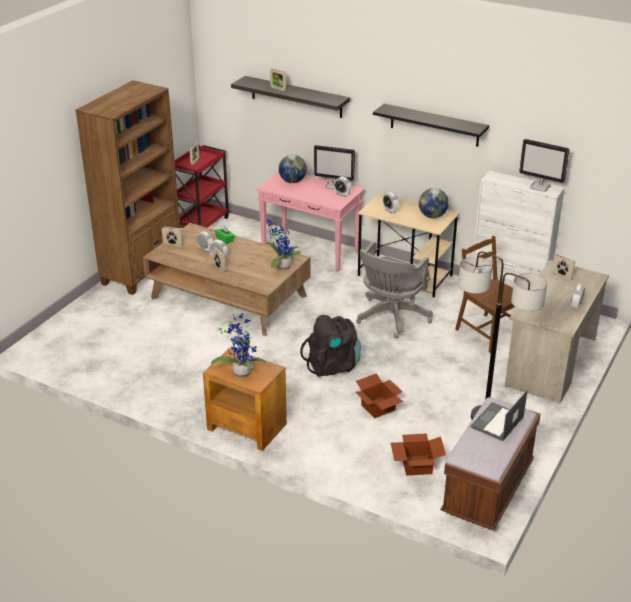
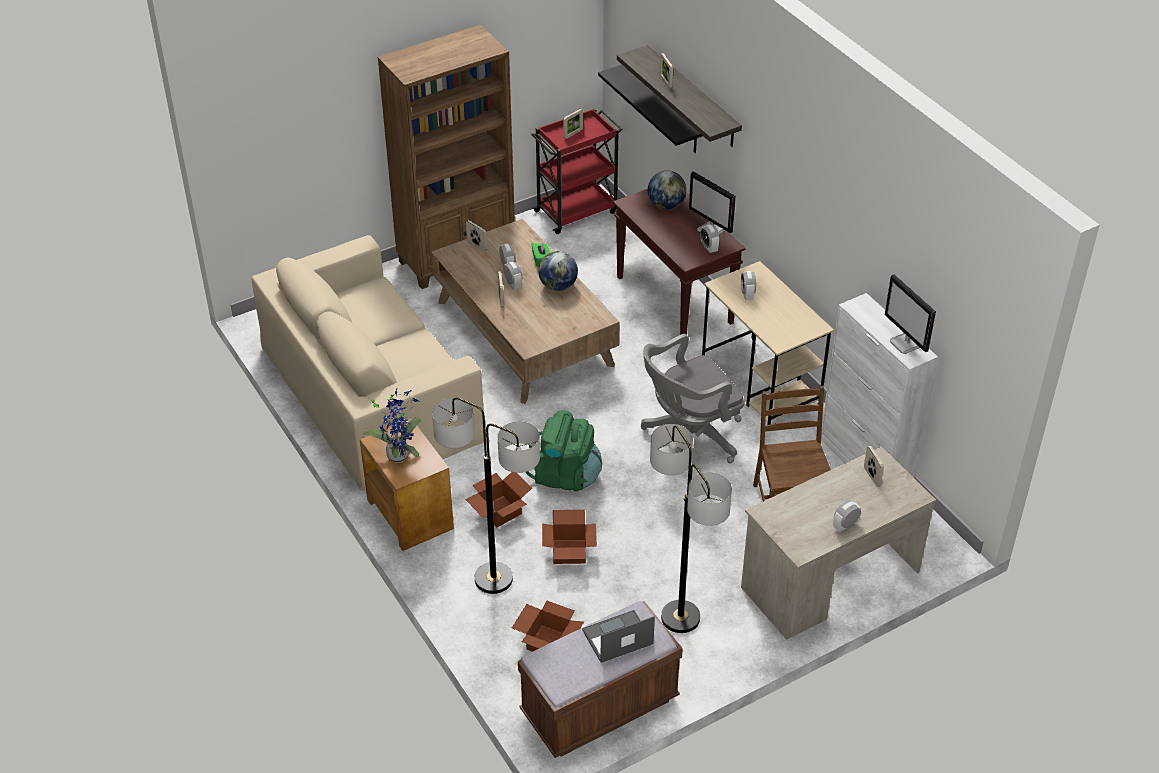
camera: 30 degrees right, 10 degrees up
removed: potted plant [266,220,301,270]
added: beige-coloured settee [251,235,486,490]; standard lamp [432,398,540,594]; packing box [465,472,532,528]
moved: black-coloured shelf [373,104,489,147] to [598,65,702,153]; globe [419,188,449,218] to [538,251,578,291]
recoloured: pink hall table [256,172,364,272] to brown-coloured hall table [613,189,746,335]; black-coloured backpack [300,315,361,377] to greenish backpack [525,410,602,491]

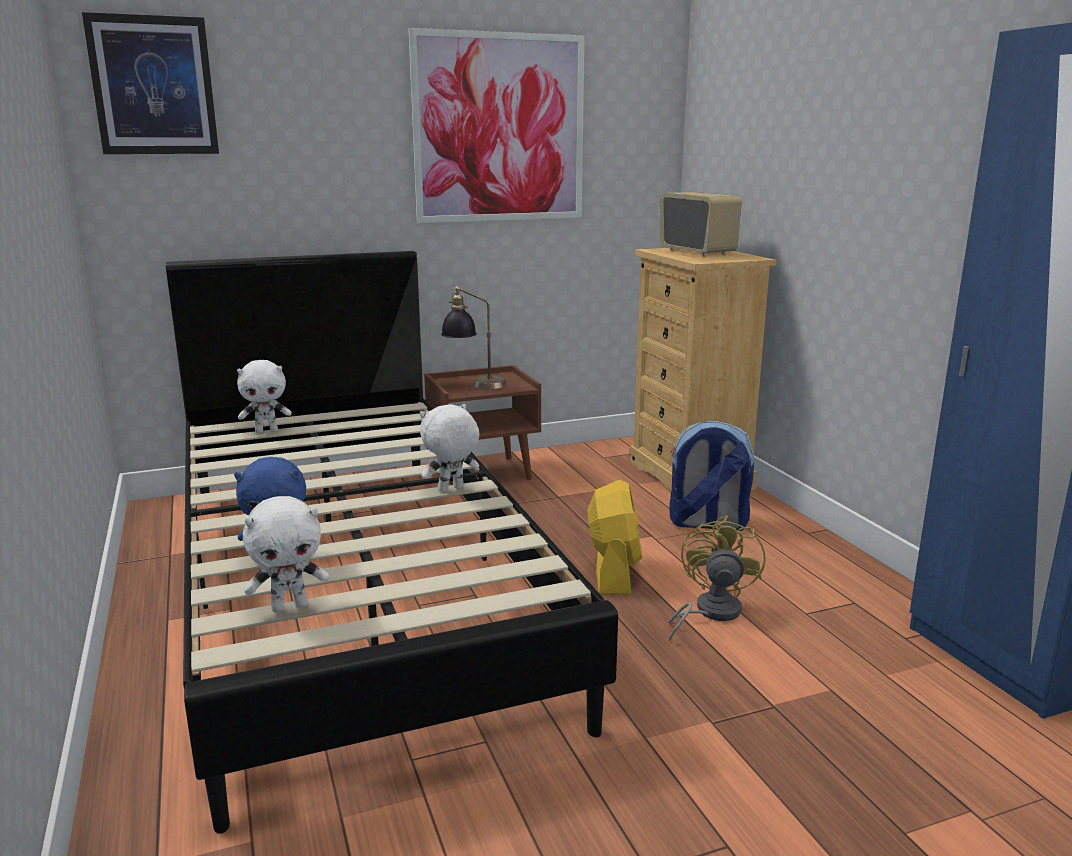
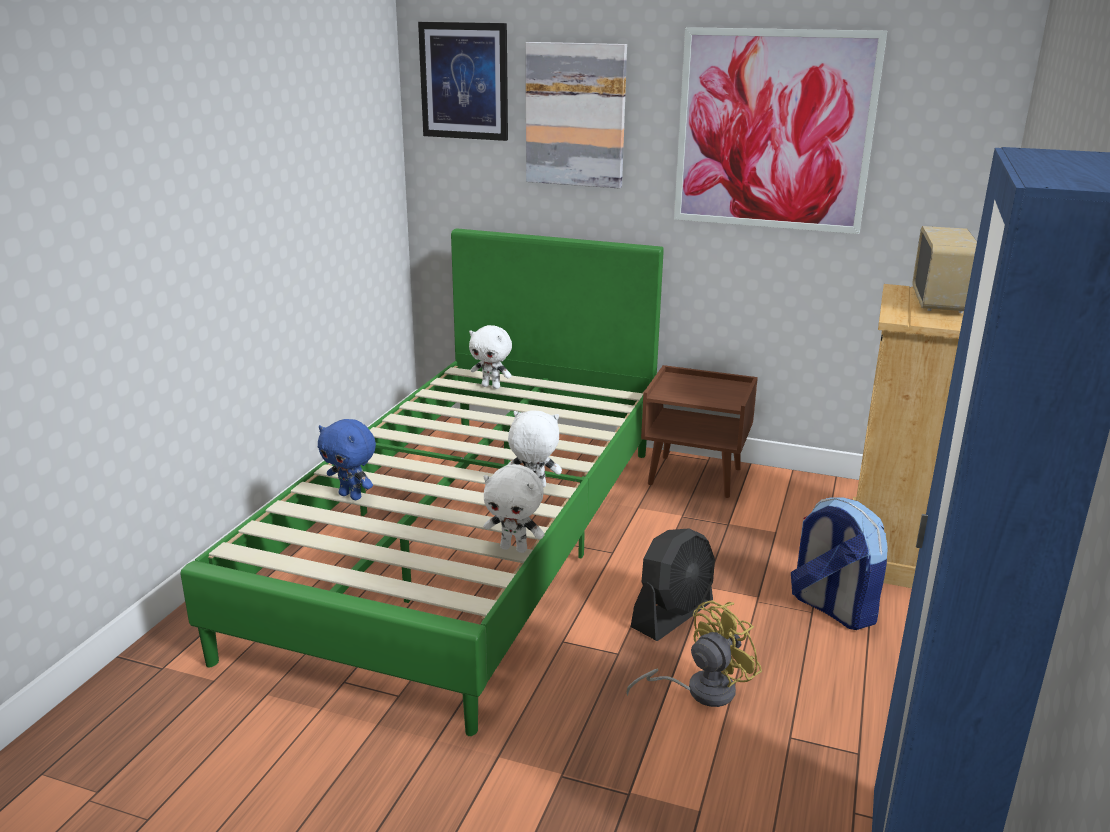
camera: 40 degrees right, 5 degrees up
removed: tabletop lamp [441,286,506,389]
added: wall picture [526,42,627,189]
moved: white-coloured plush toy [243,496,329,613] to [483,464,545,553]
recoloured: black-coloured bed [165,251,618,834] to greenish bed [180,228,664,736]; yellow fan [588,480,642,594] to black-coloured fan [631,529,715,641]

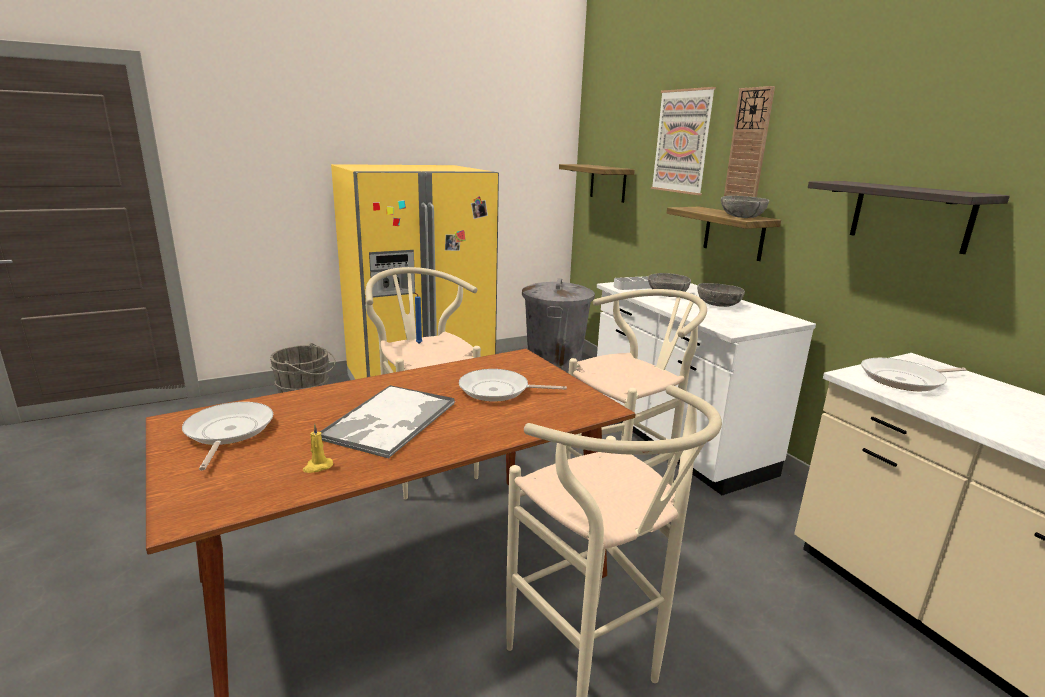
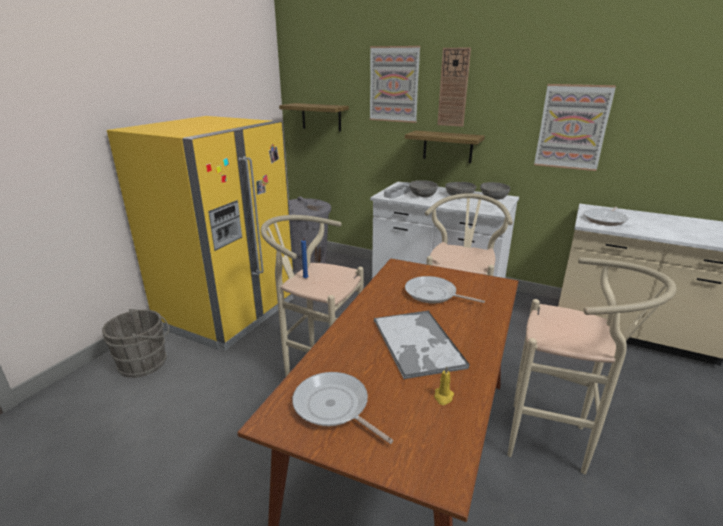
camera: 35 degrees left, 5 degrees up
moved: greyish deep dish [721,196,769,218] to [480,182,510,200]
replaced: shelf [808,181,1010,254] to wall picture [534,84,616,171]
turned: pan [459,369,567,402] = [405,276,485,303] 60 degrees clockwise

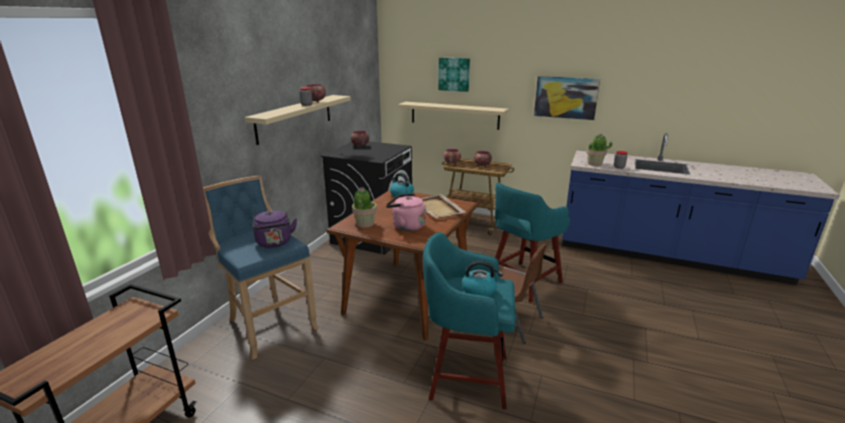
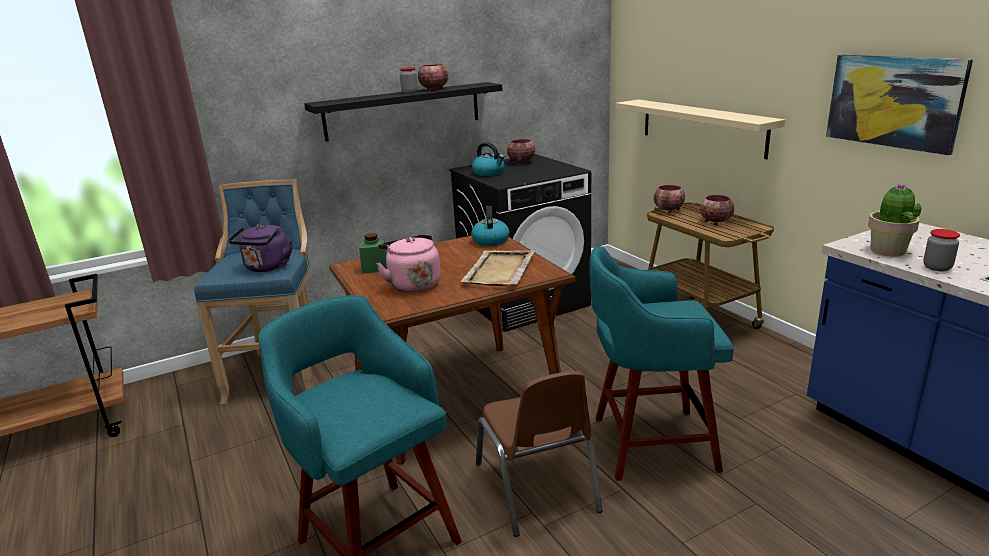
camera: 40 degrees right, 0 degrees up
removed: wall picture [438,57,470,92]
moved: kettle [462,261,503,297] to [472,142,505,176]
replaced: potted plant [352,187,377,228] to greenish storage jar [359,233,387,274]
recoloured: beige-coloured shelf [244,95,351,145] to black-coloured shelf [304,82,502,142]

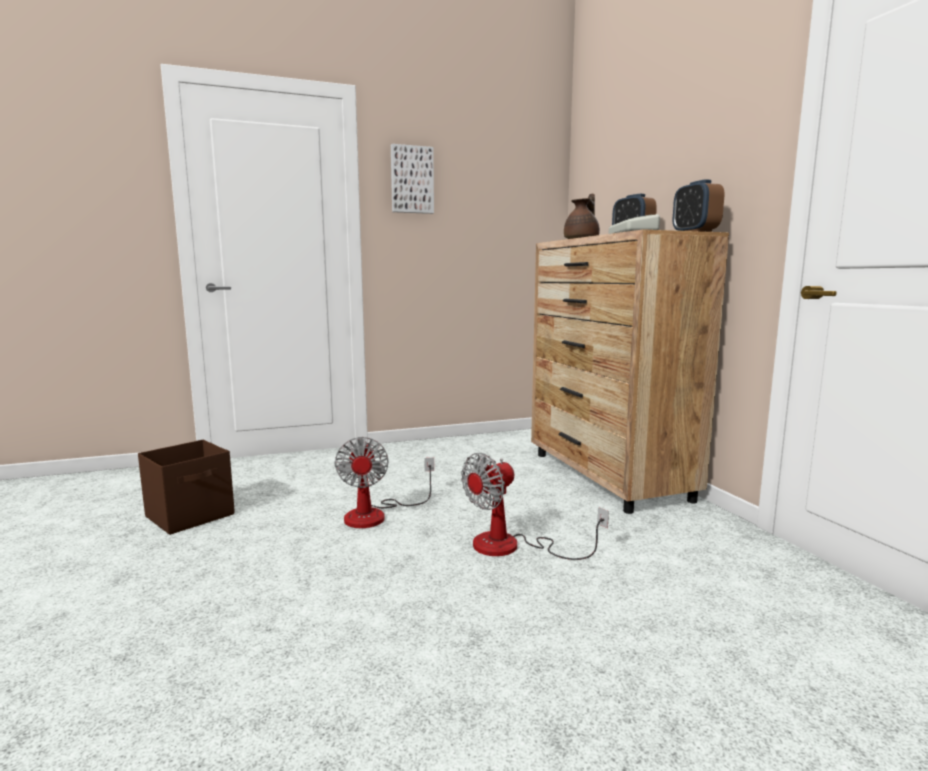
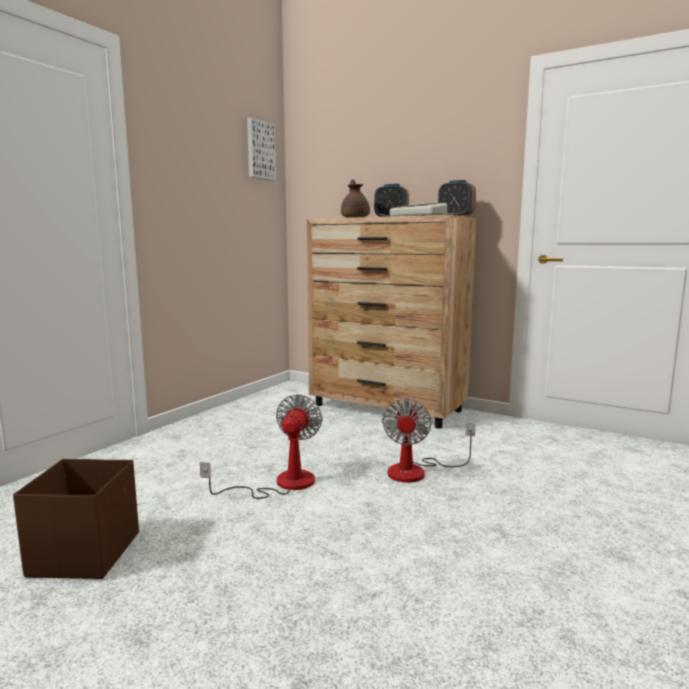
camera: 40 degrees left, 0 degrees up
moved: wall picture [391,144,434,214] to [247,118,276,181]
turned: fan [335,437,434,528] = [200,394,322,499] 120 degrees counterclockwise

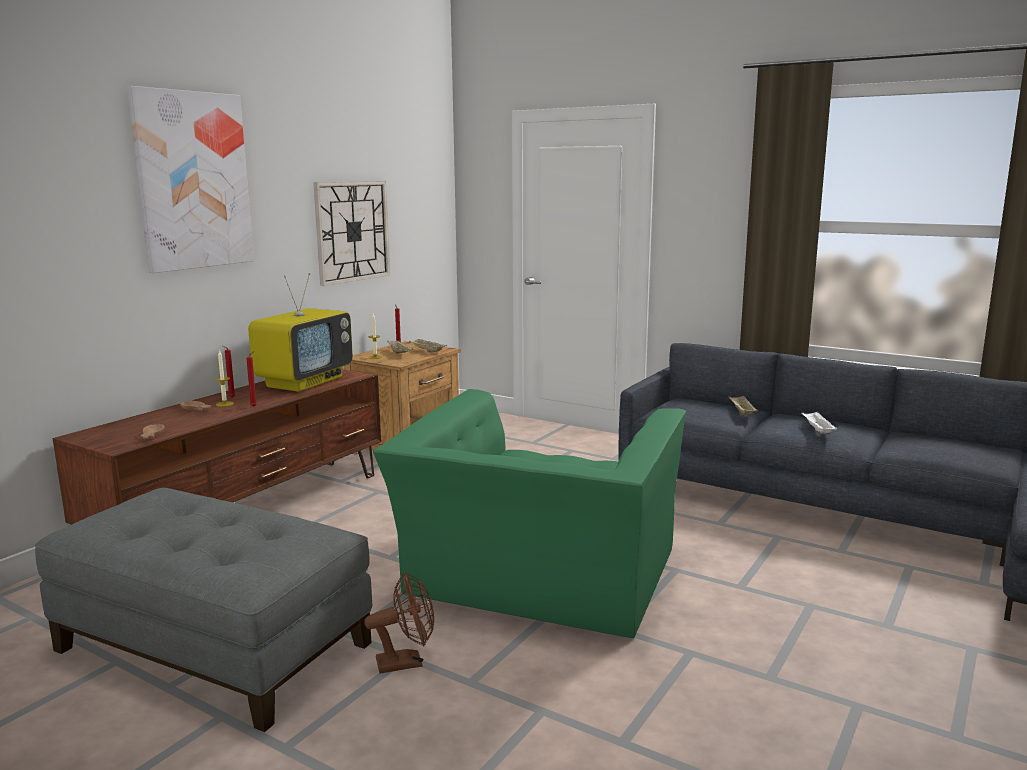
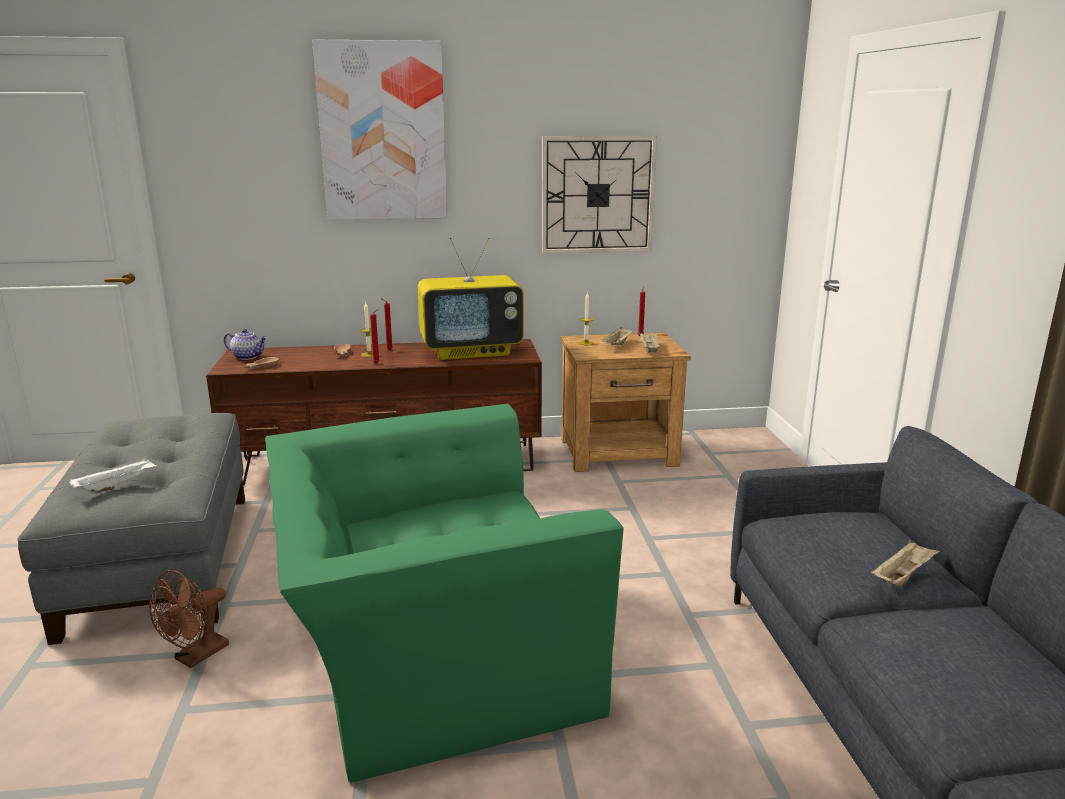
camera: 50 degrees right, 5 degrees up
added: pot for tea [224,329,267,360]
moved: white-coloured carrying tray [801,412,837,433] to [69,458,157,492]
turned: brown-coloured fan [364,572,434,673] = [149,570,229,668] 90 degrees clockwise

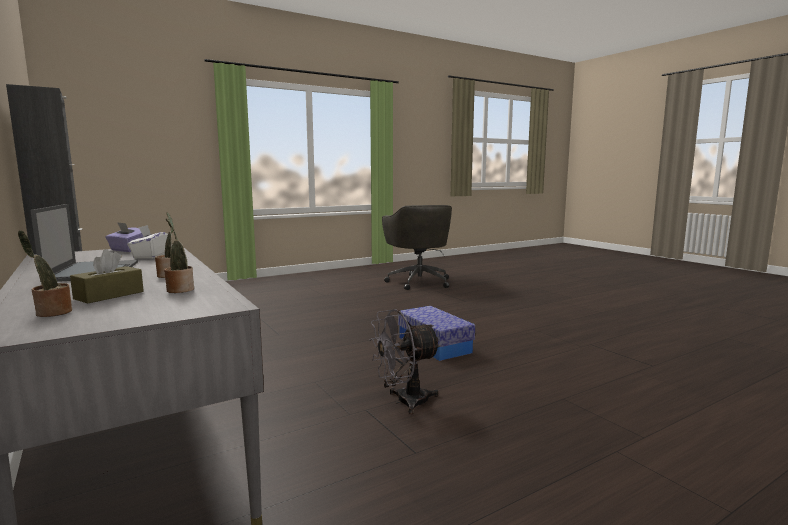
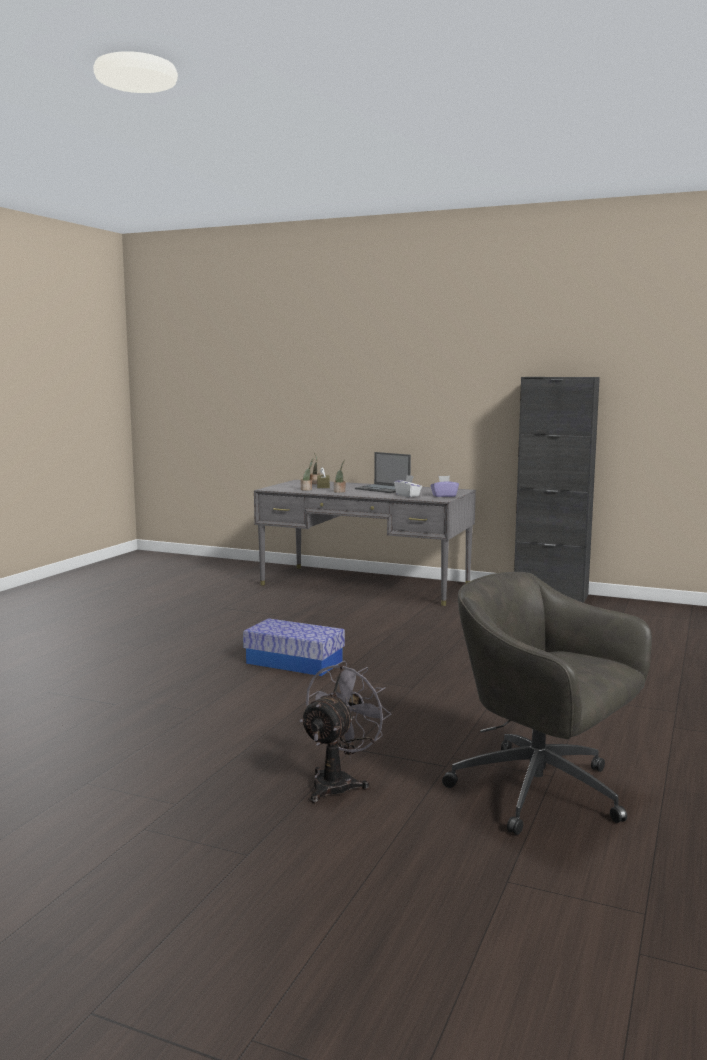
camera: 145 degrees right, 0 degrees up
moved: greyish fan [369,309,441,414] to [300,661,391,803]

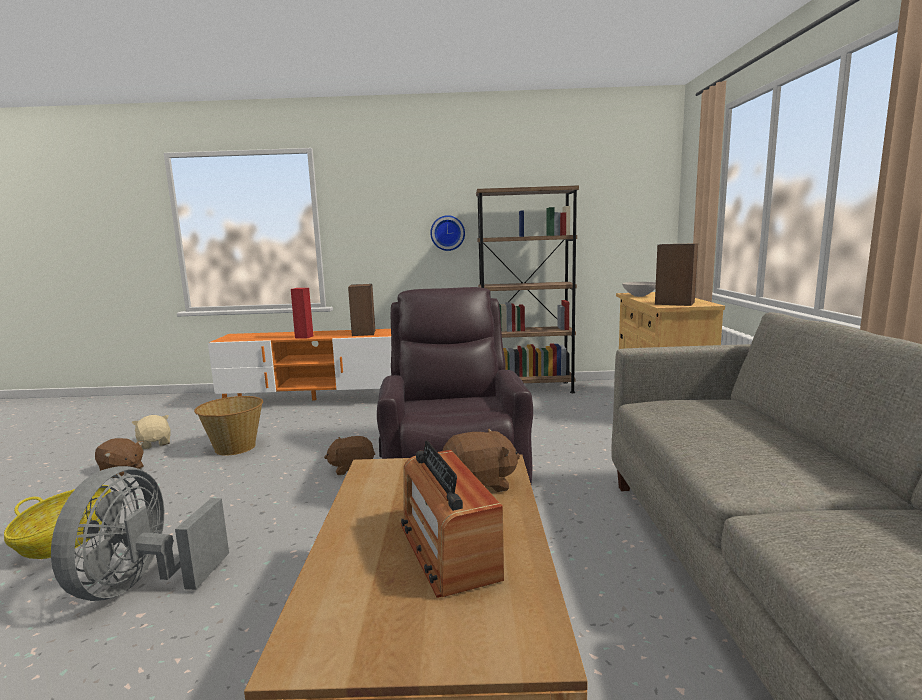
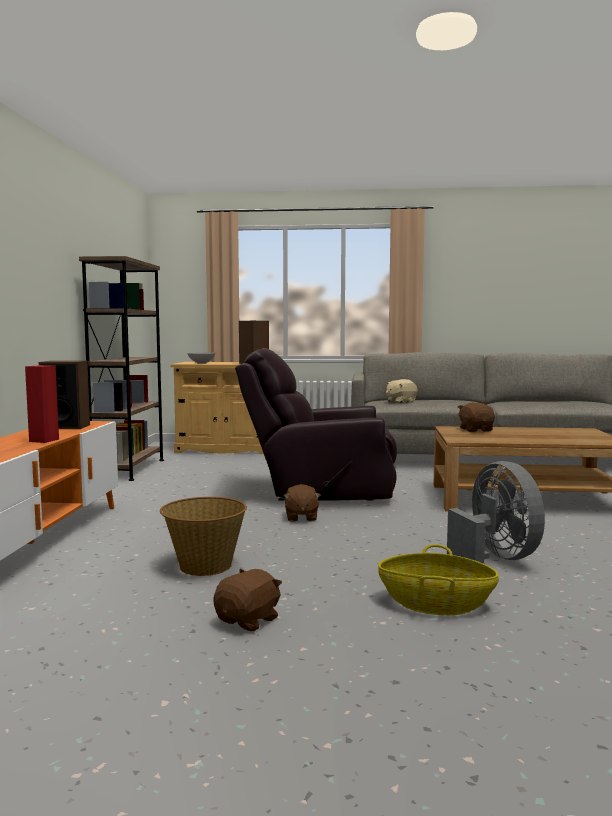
camera: 85 degrees left, 5 degrees down
removed: radio [401,440,504,598]; hanging clock [430,215,465,251]
moved: beige-coloured plush toy [132,415,170,449] to [386,379,417,403]
turned: greyish fan [51,466,229,601] = [447,461,545,564] 120 degrees counterclockwise

